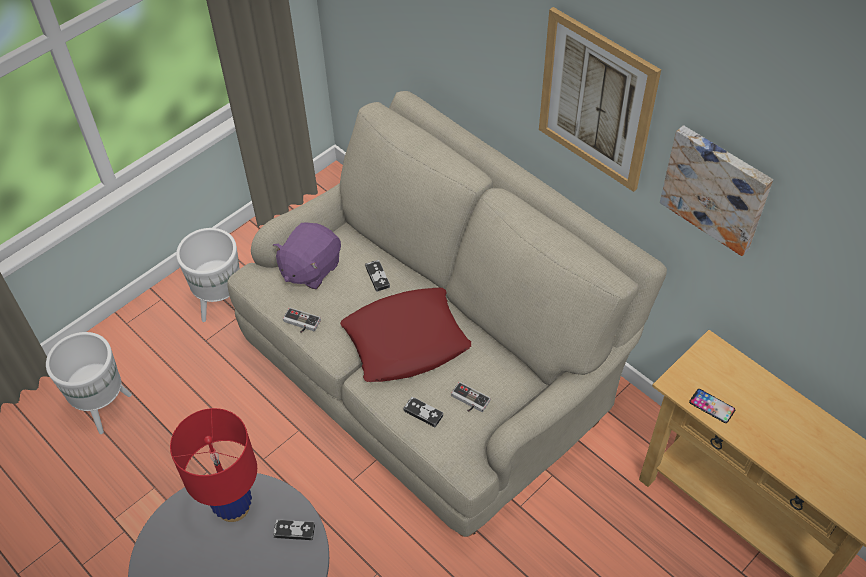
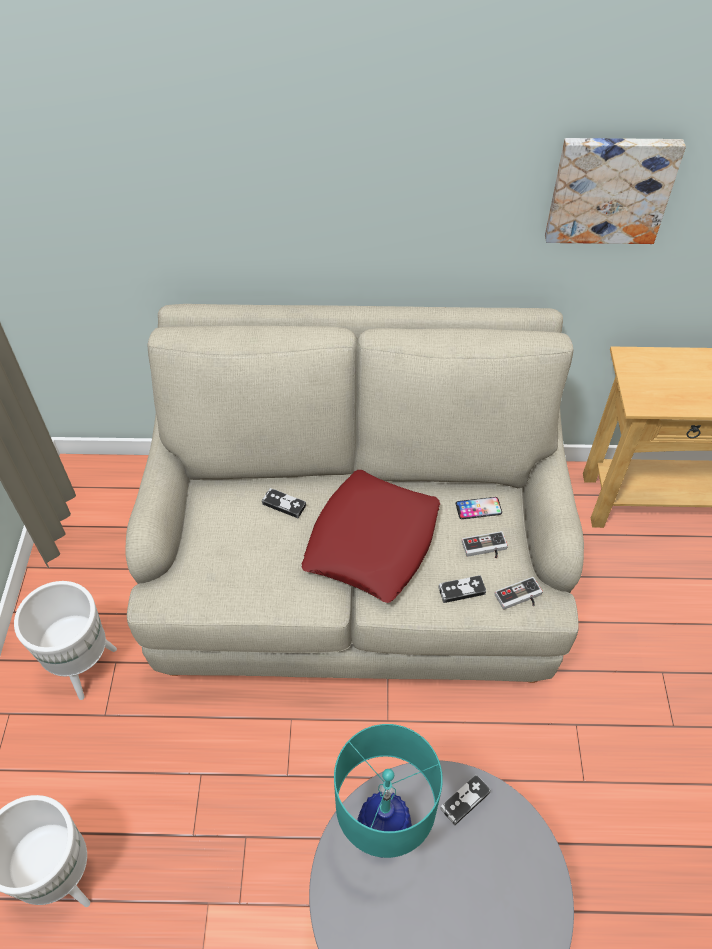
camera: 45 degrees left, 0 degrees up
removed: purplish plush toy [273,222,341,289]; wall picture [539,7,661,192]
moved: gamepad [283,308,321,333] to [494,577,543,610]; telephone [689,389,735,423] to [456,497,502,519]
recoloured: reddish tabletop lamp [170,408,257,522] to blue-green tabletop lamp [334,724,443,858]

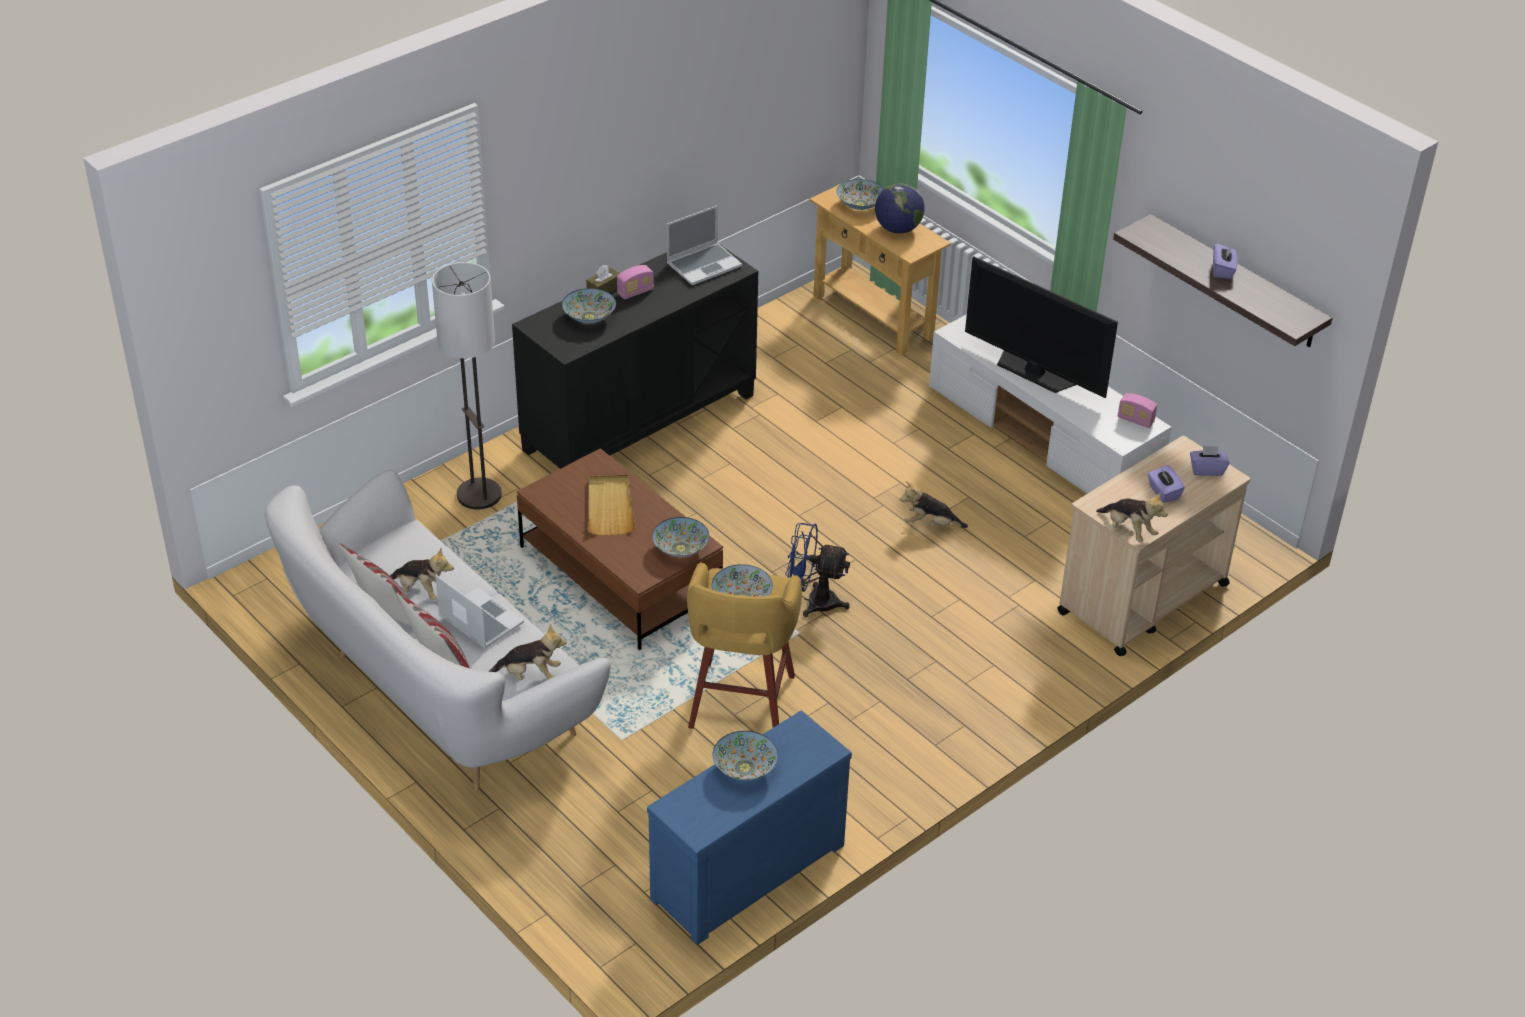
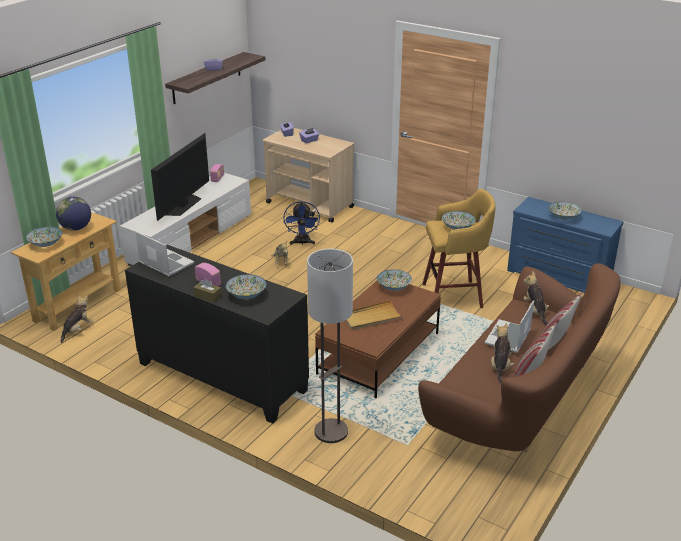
camera: 105 degrees left, 10 degrees down
moved: blue fan [785,523,850,617] to [283,201,320,245]; plush toy [1096,492,1168,542] to [61,295,93,343]
recoloured: white-coloured settee [265,470,610,792] to brown-coloured settee [418,263,621,452]

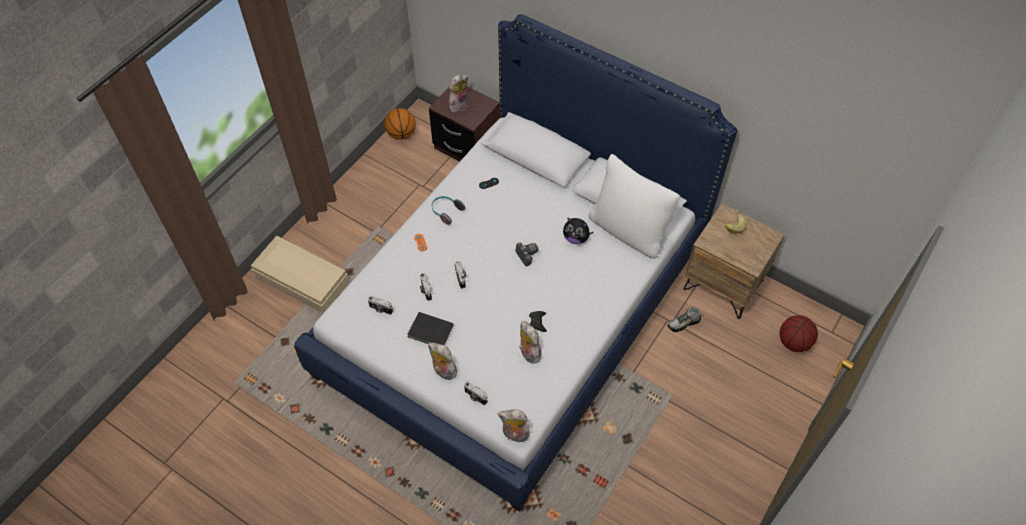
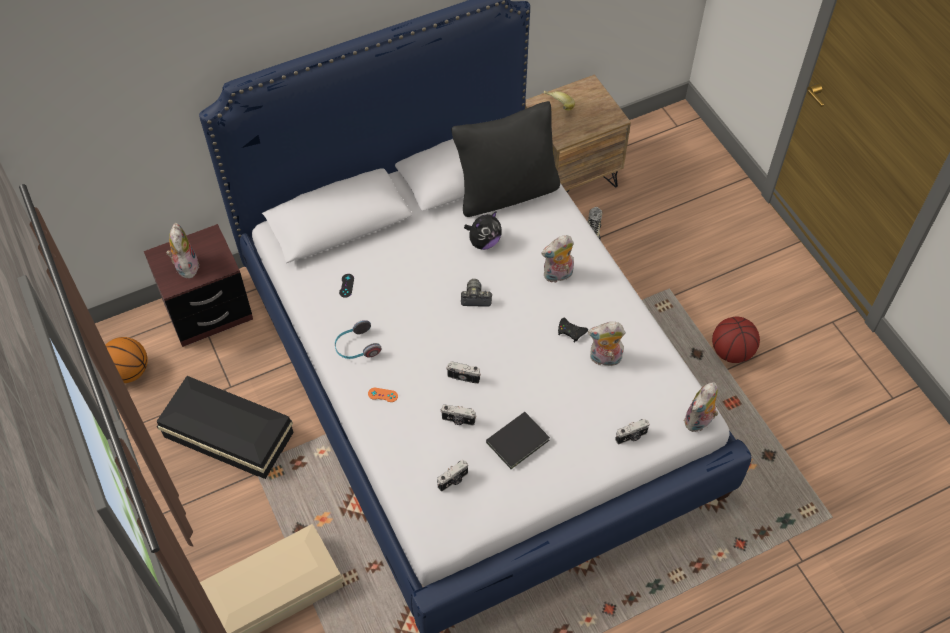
camera: 60 degrees left, 0 degrees up
added: black-coloured storage box [157,376,293,479]
moved: plush toy [428,342,457,380] to [541,235,574,283]; basketball [779,315,818,352] to [712,317,760,363]
recoloured: white-coloured cushion [589,154,680,259] to black-coloured cushion [451,101,560,217]

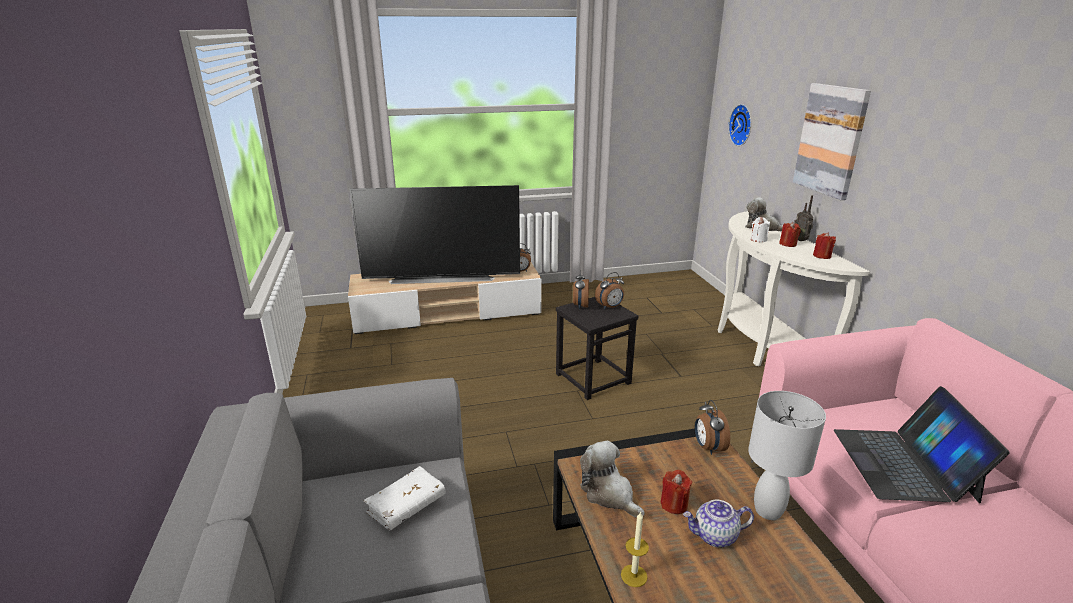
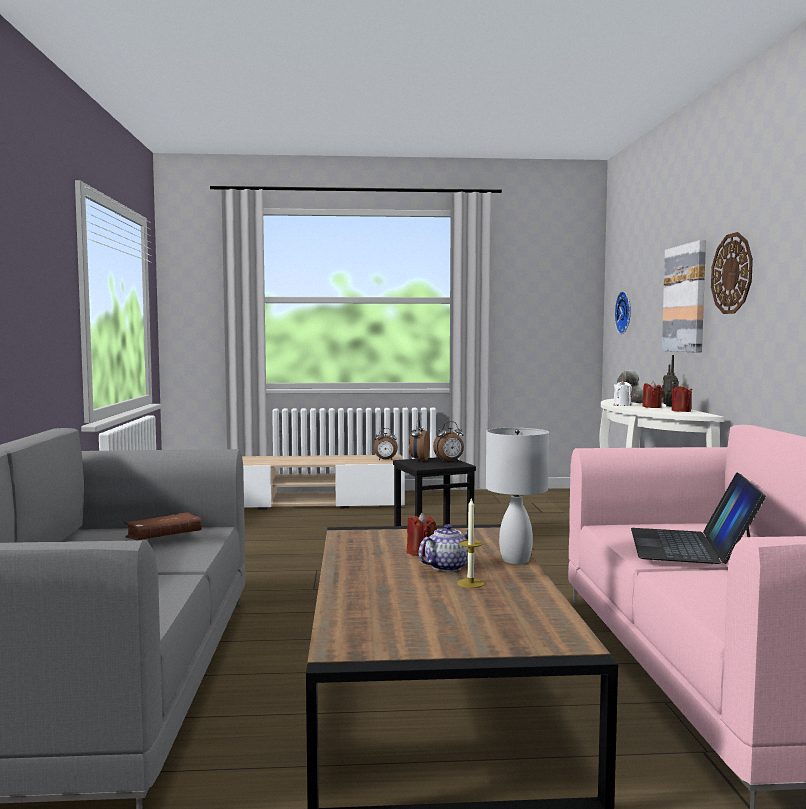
camera: 10 degrees right, 20 degrees down
removed: television [349,185,520,284]; plush toy [580,441,645,517]; alarm clock [695,400,730,455]
added: hanging clock [711,232,753,314]
moved: wax light [621,511,649,587] to [457,498,484,588]
recoloured: white-coloured volume [363,466,445,530] to brown-coloured volume [124,512,202,540]
turned: pot for tea [683,500,754,548] = [419,524,475,572] 135 degrees clockwise

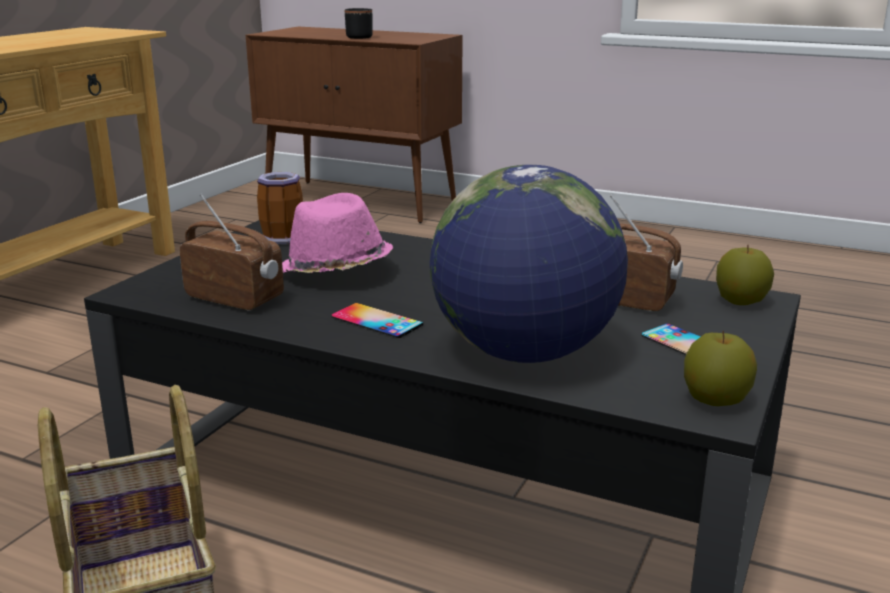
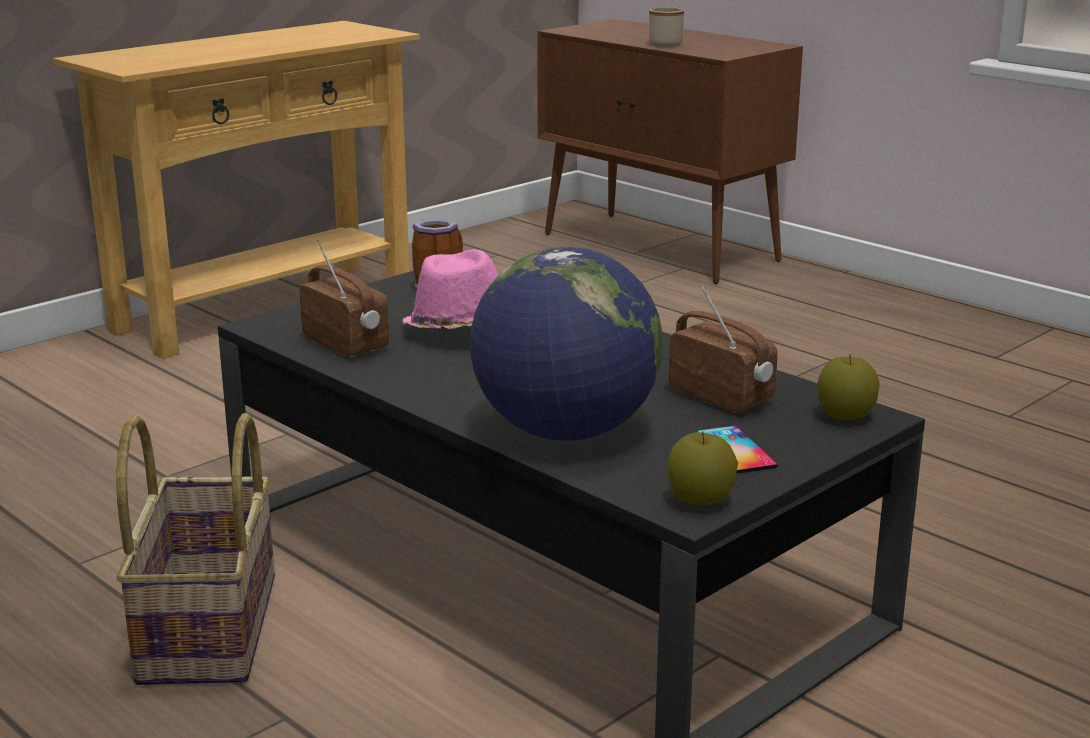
camera: 20 degrees right, 0 degrees up
removed: telephone [332,303,423,338]
recoloured: black-coloured coffee mug [345,8,373,39] to beige-coloured coffee mug [649,7,684,46]

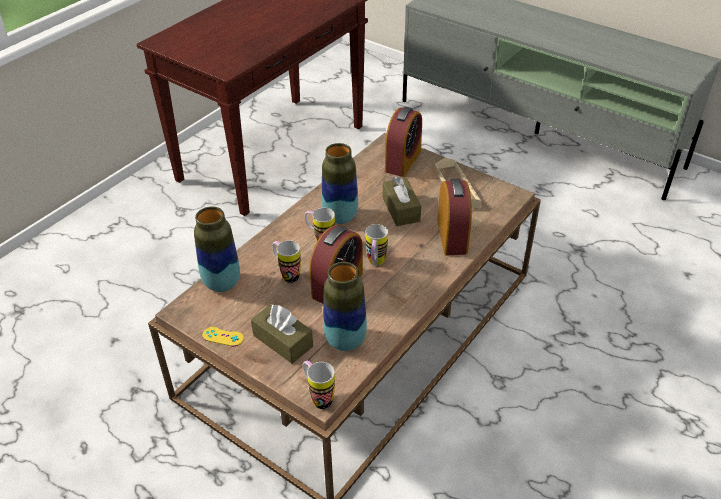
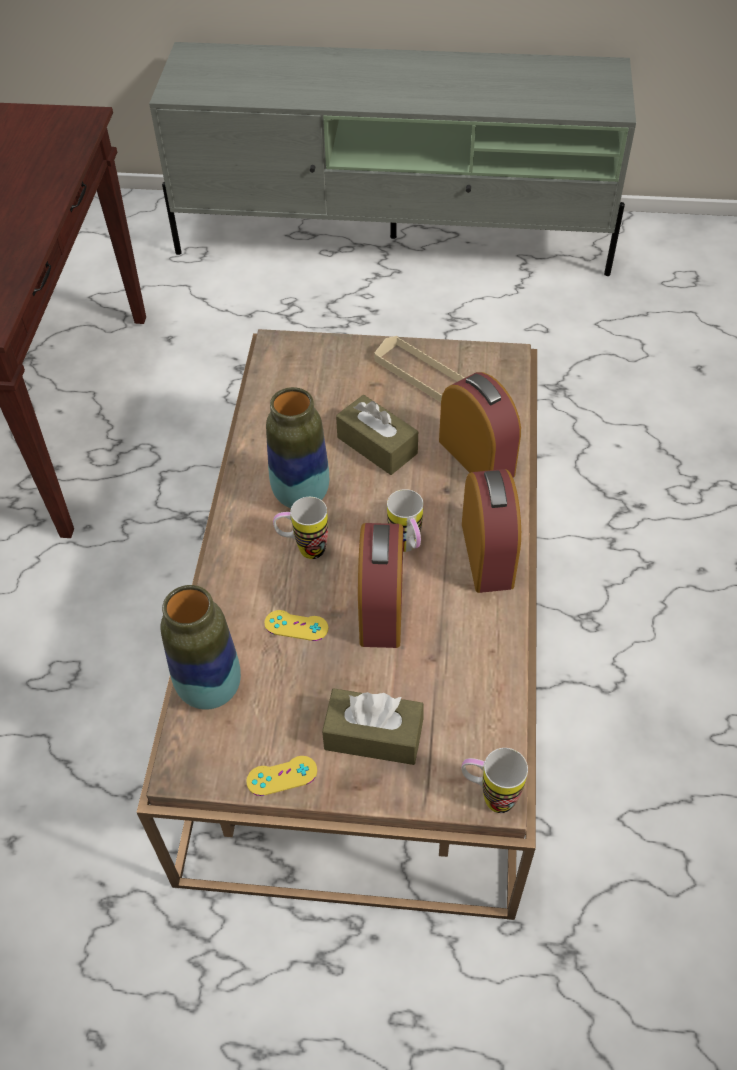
camera: 30 degrees left, 10 degrees up
removed: flower vase [323,262,367,351]
moved: alarm clock [385,107,422,177] to [462,469,521,593]
replaced: coffee mug [272,240,301,283] to yellow gamepad [264,610,328,641]

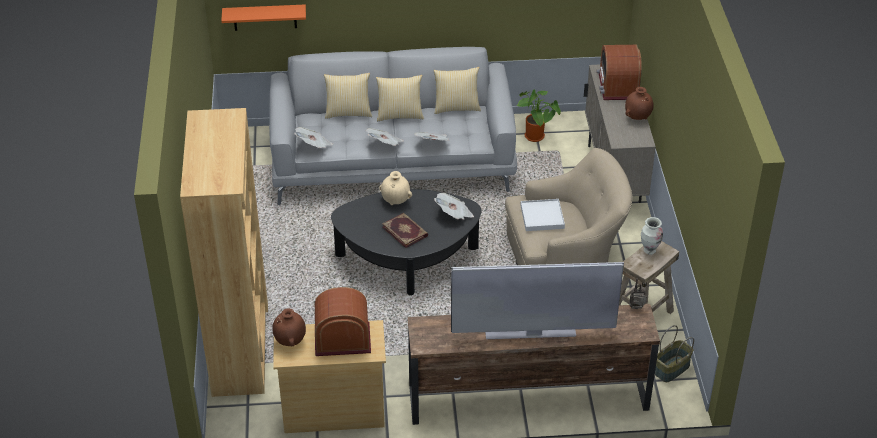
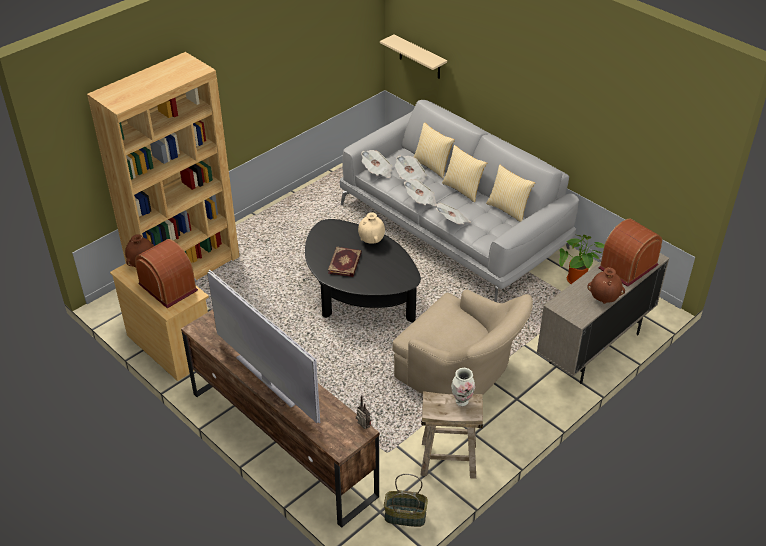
camera: 50 degrees right, 0 degrees up
removed: white-coloured carrying tray [520,199,565,231]
moved: printed paper [434,193,474,219] to [395,155,427,183]
recoloured: orangey shelf [221,4,306,31] to beige-coloured shelf [380,34,447,79]

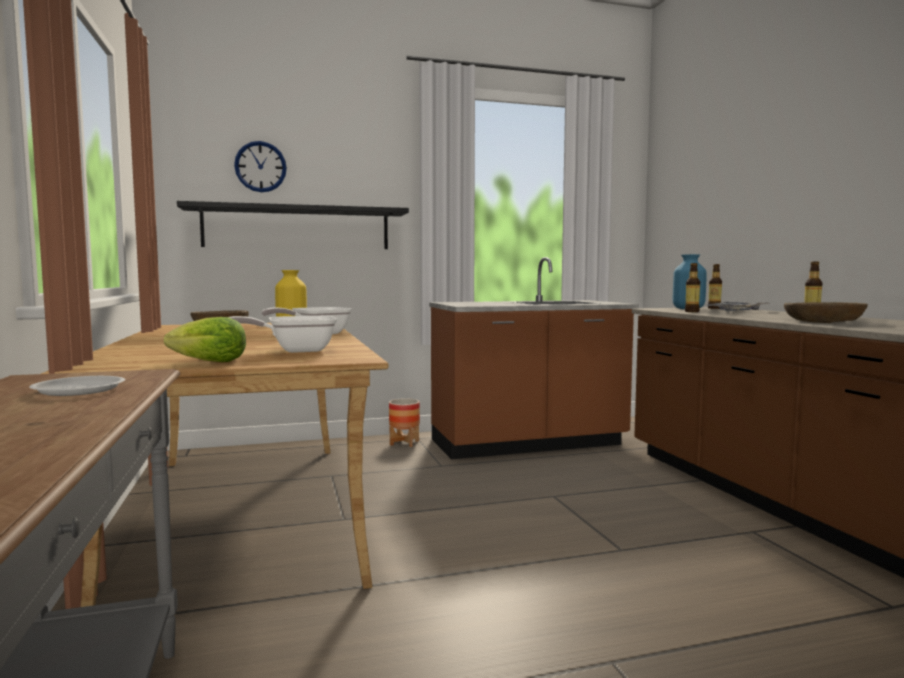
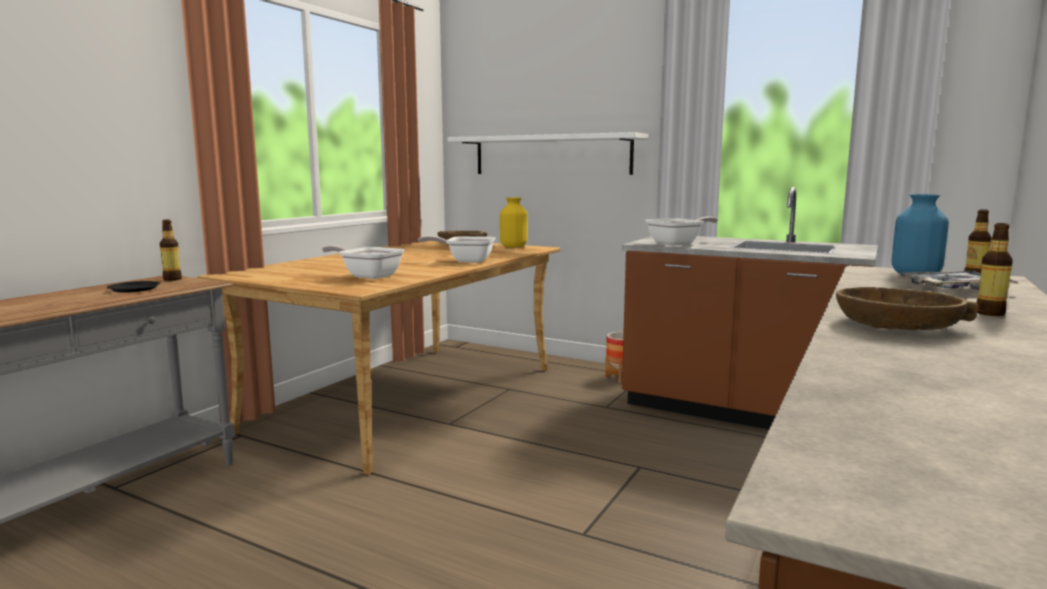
camera: 45 degrees right, 5 degrees up
removed: lettuce head [164,317,246,362]; hanging clock [234,141,287,192]
added: pan [645,217,718,246]
moved: drink bottle [685,263,700,312] to [160,220,182,281]
recoloured: white-coloured dinner plate [29,376,126,396] to black-coloured dinner plate [106,281,161,293]; black-coloured shelf [177,201,409,249] to white-coloured shelf [447,132,648,175]

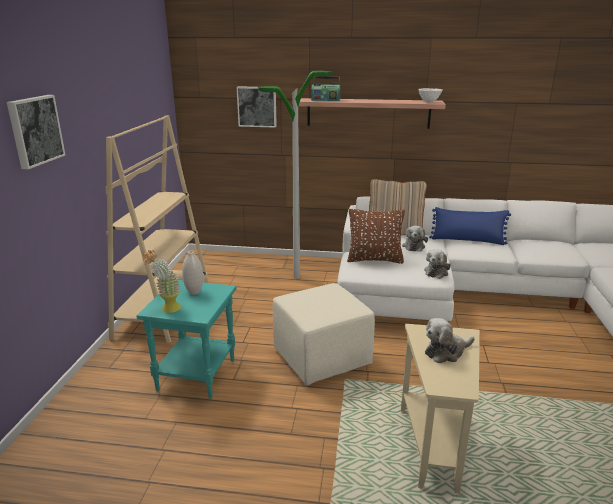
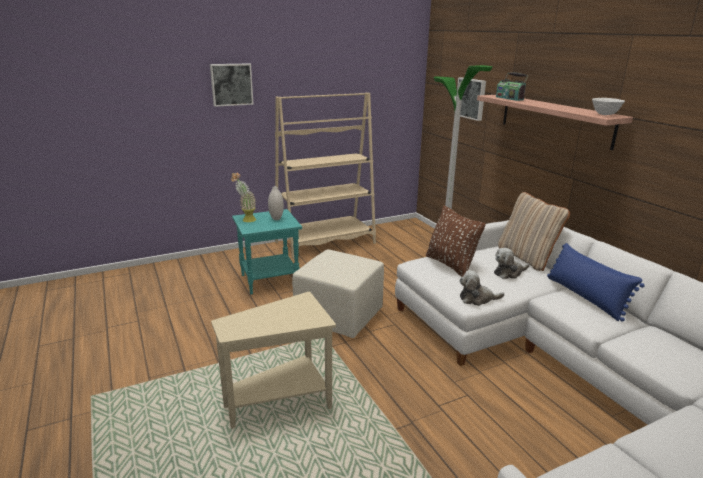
camera: 55 degrees right, 0 degrees up
removed: plush toy [425,318,475,363]

